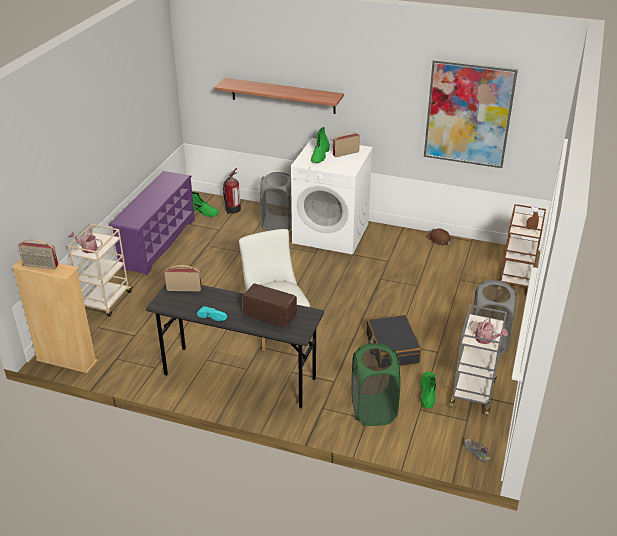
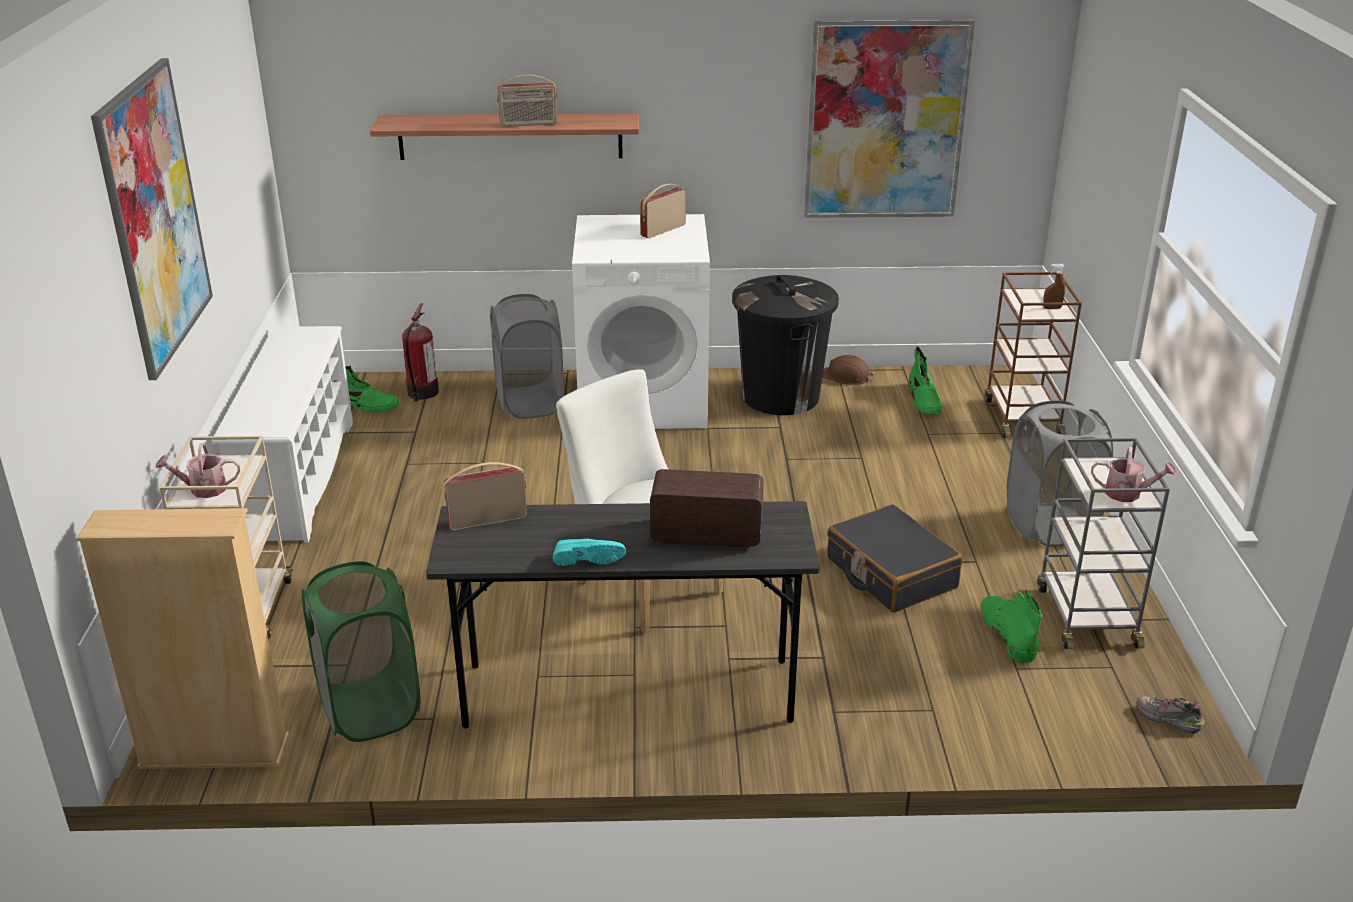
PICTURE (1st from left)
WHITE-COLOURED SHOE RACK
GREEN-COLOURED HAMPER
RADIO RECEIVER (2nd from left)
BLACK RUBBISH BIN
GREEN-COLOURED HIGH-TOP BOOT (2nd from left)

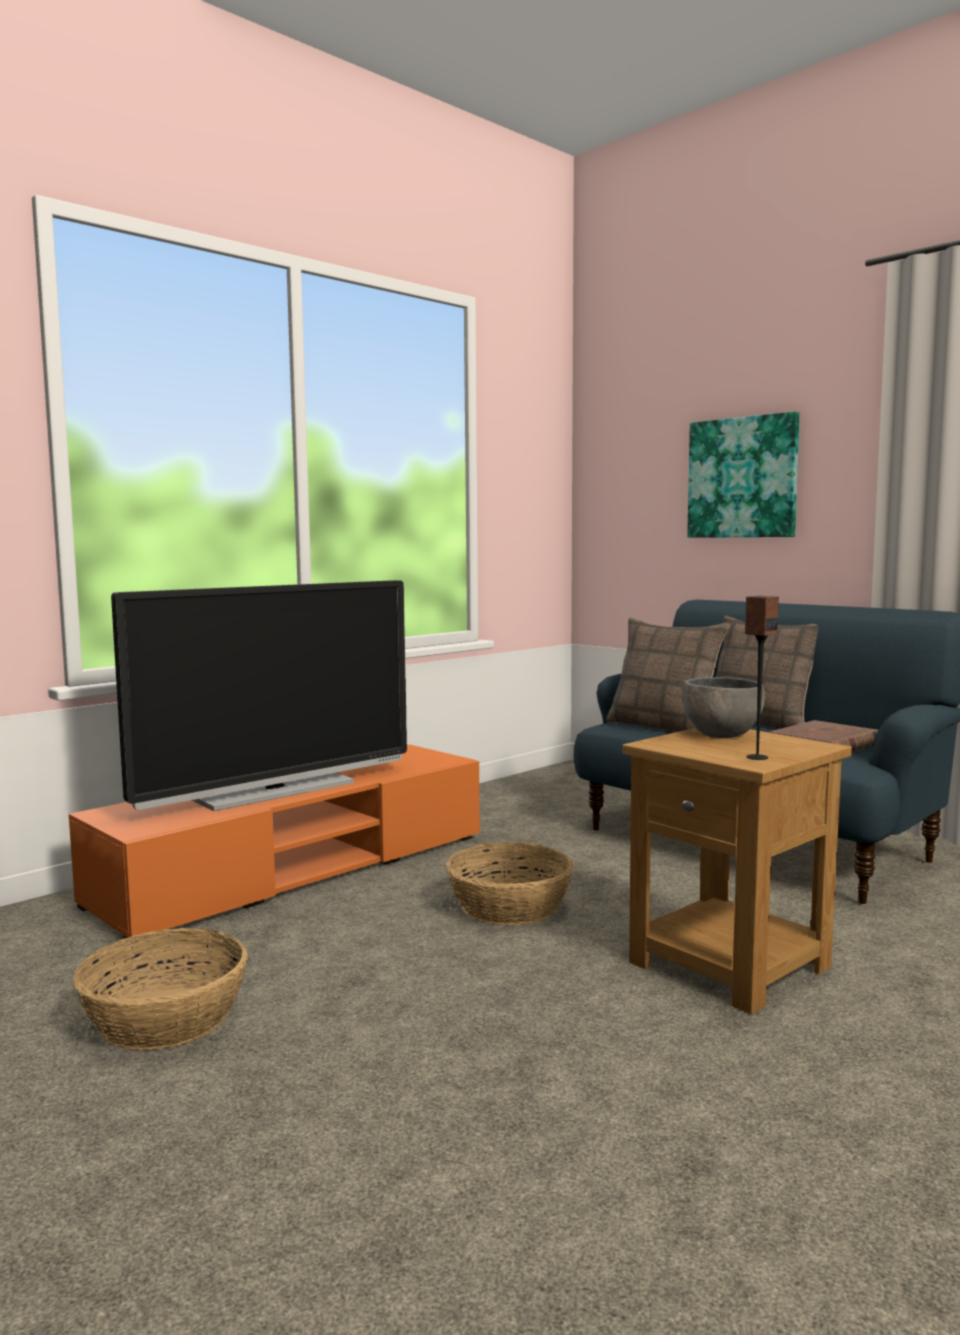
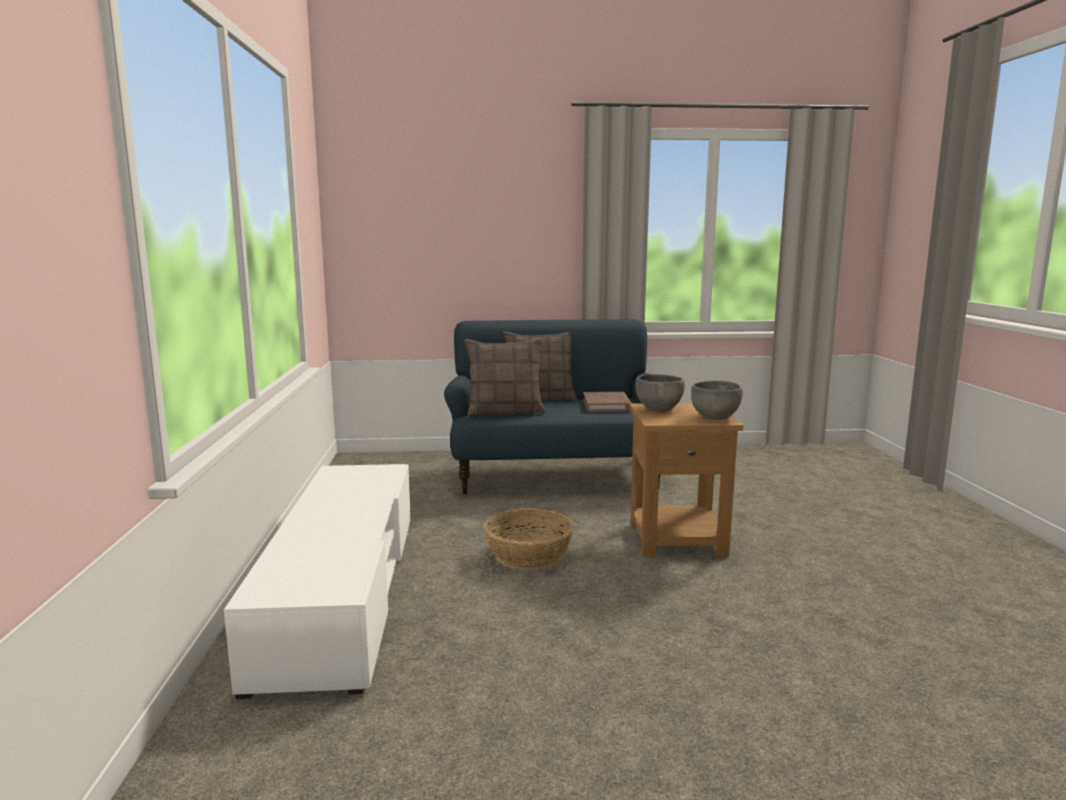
WHITE-COLOURED TV UNIT
GREYISH SERVING BOWL (2nd from left)
BASKET (1st from left in the first image)
TV
PICTURE

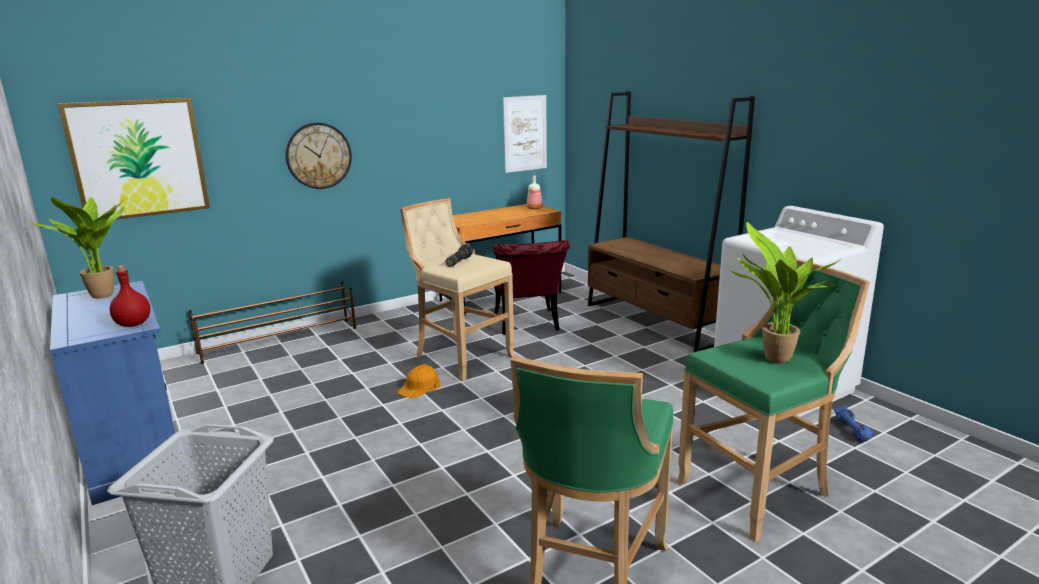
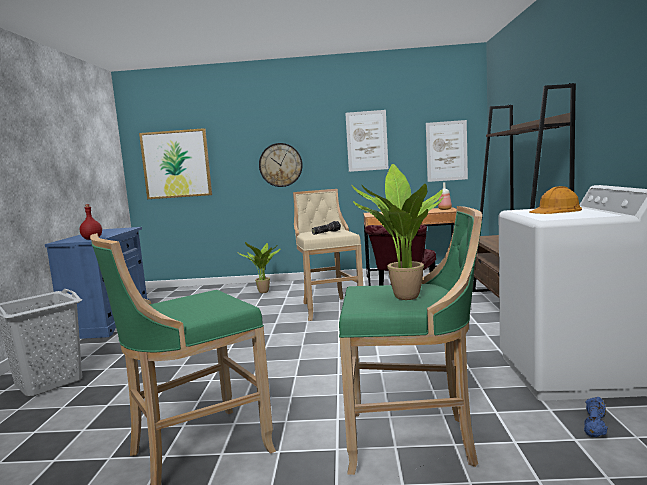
HOUSEPLANT (1st from left)
PICTURE (2nd from left)
ORANGE SAFETY HELMET
BROWNISH SHOE RACK

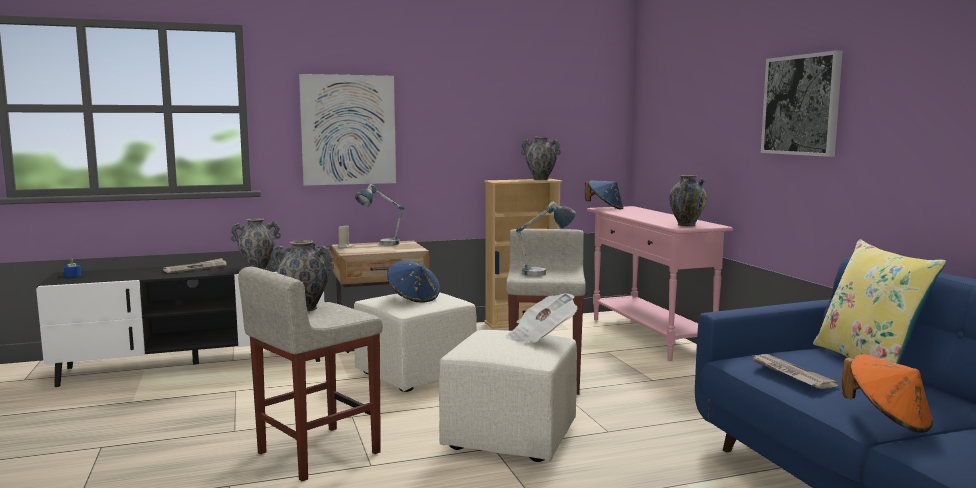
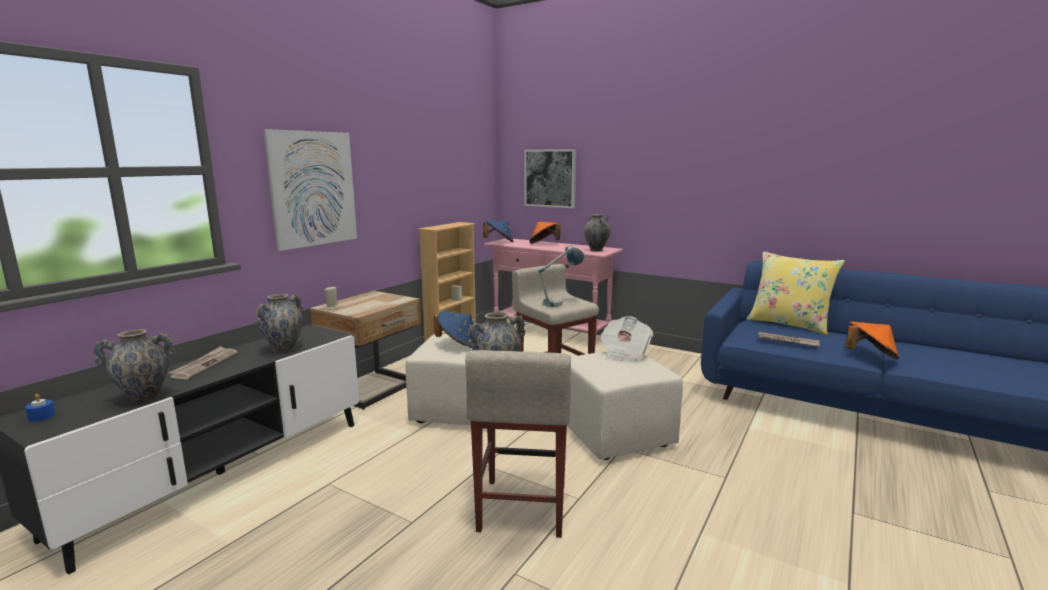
FLOWER VASE (1st from left)
PICTURE (2nd from left)
ORANGE CLOTHING HAT (1st from left)
TABLE LAMP (1st from left in the first image)

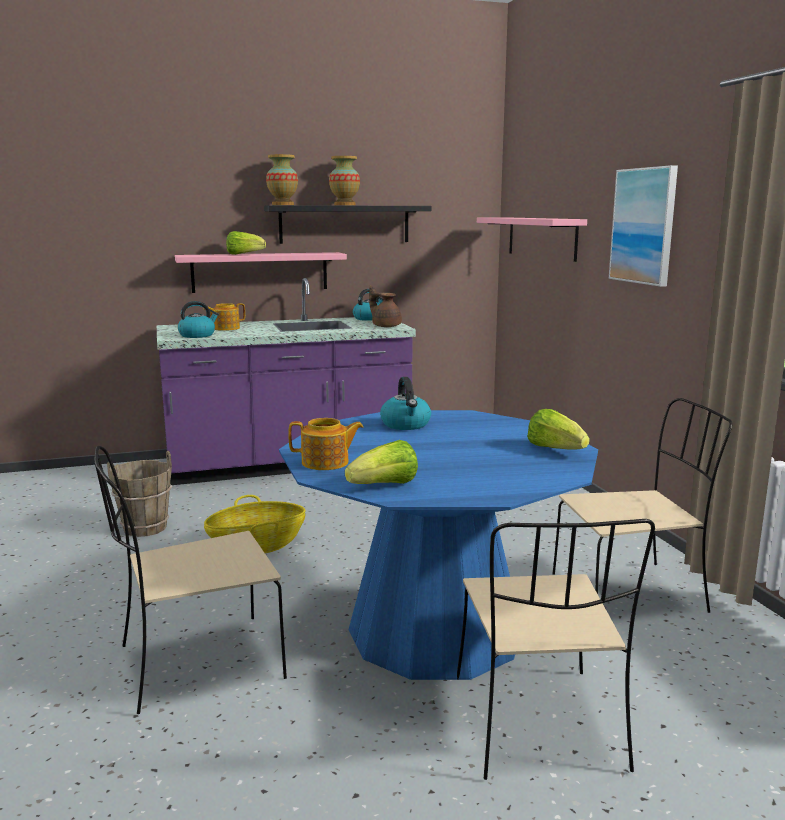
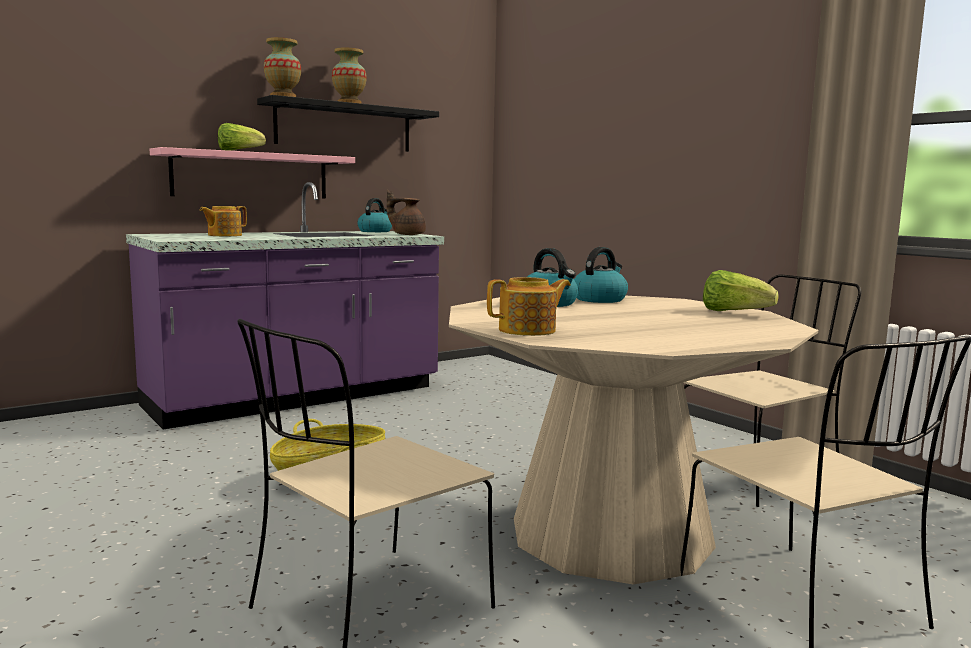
BEIGE-COLOURED DINNER TABLE
WATER KETTLE (3rd from left)
BROWNISH BUCKET
LETTUCE HEAD (2nd from left in the first image)
PINK-COLOURED WALL SHELF (2nd from left in the first image)
PICTURE

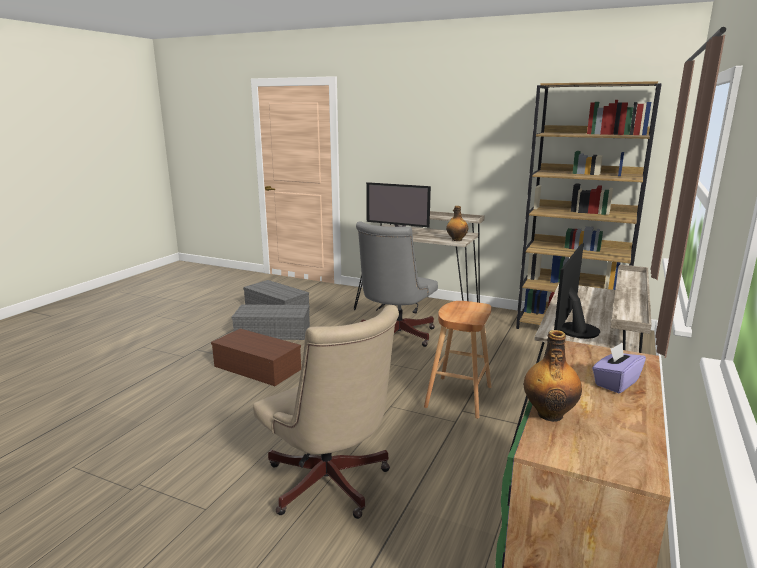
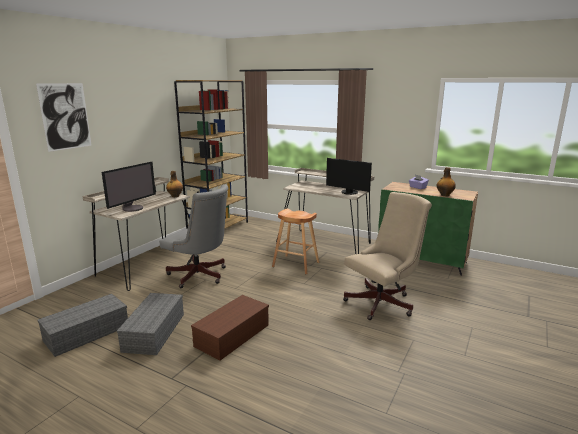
PICTURE

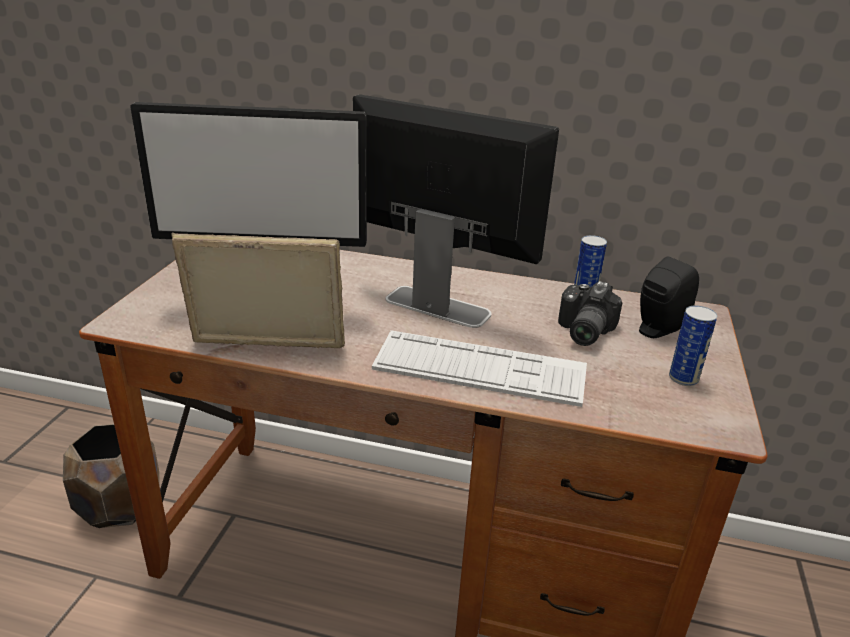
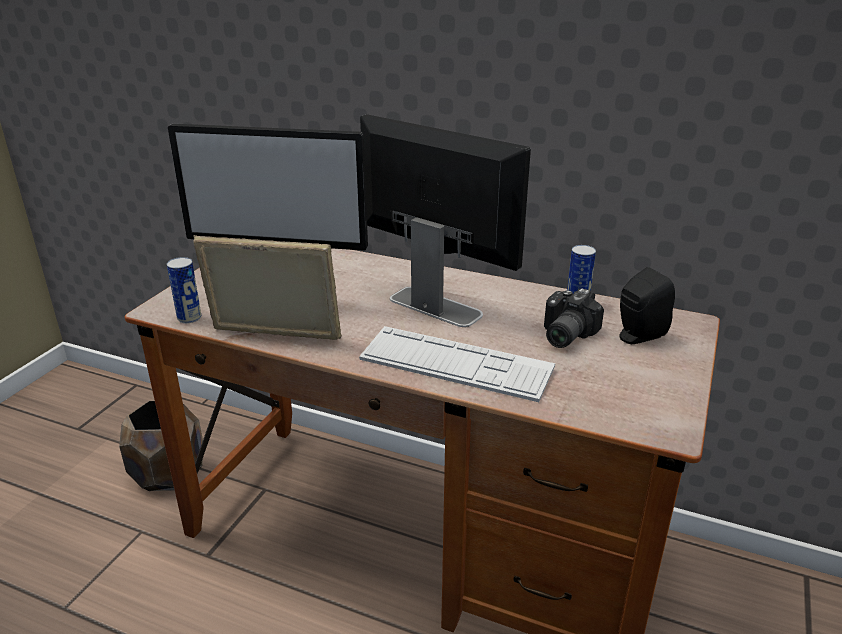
SEALED CAN (1st from left)

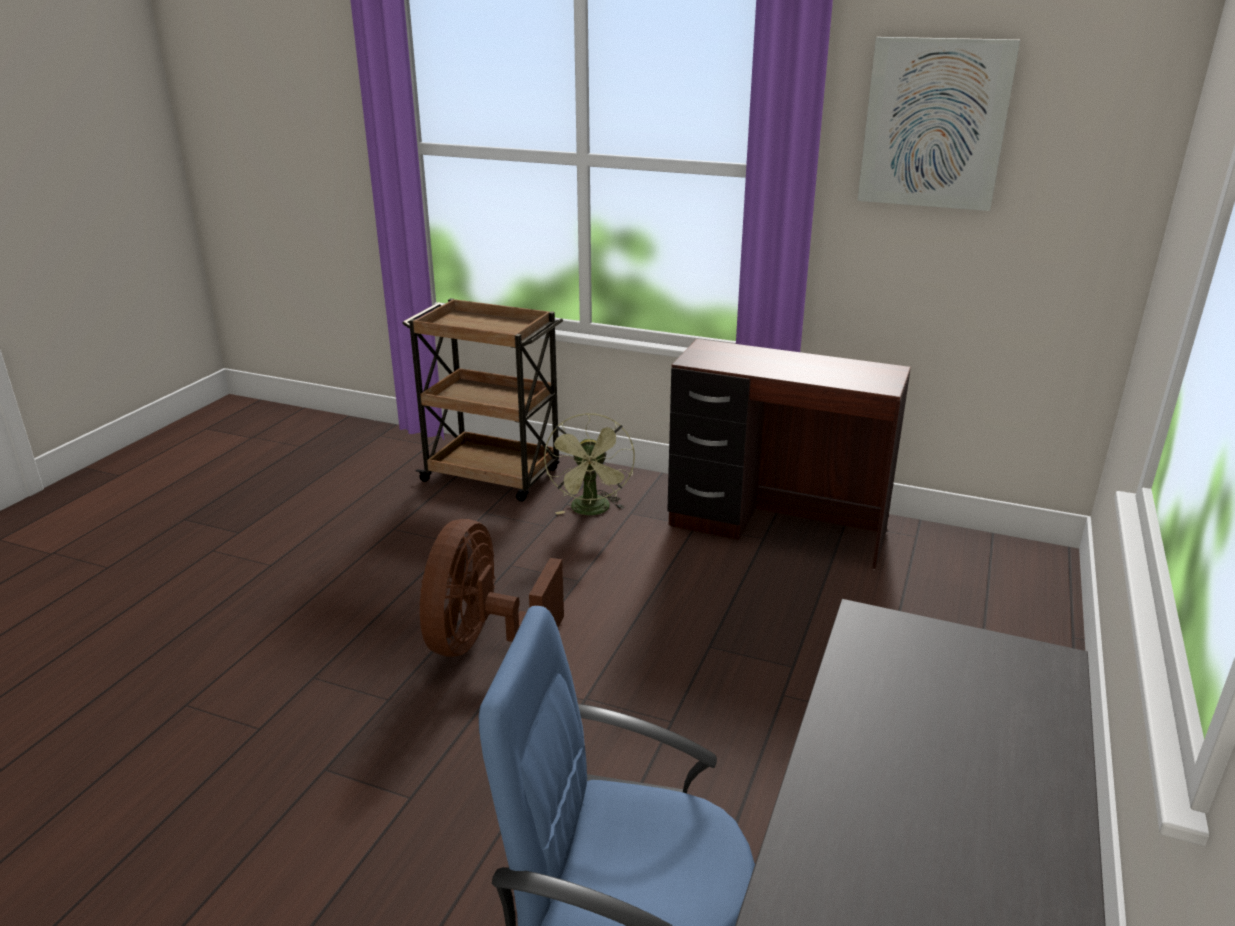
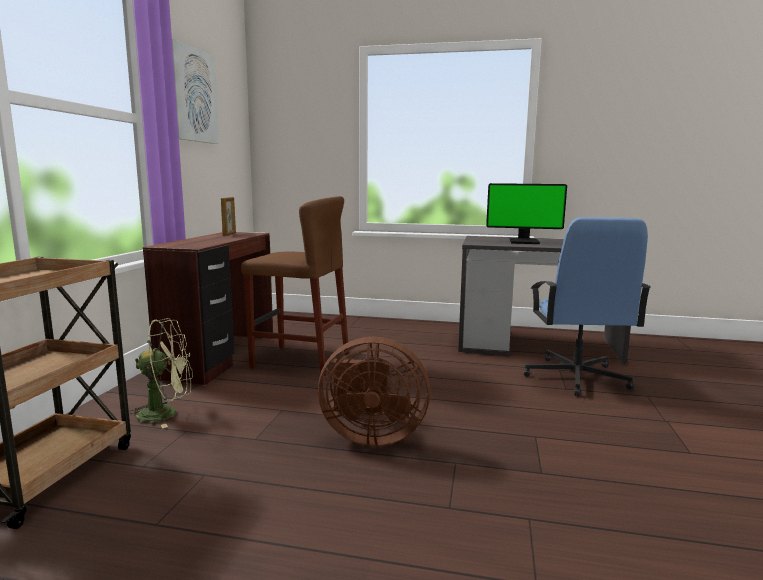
PICTURE FRAME
BROWNISH STOOL SEAT
COMPUTER SCREEN

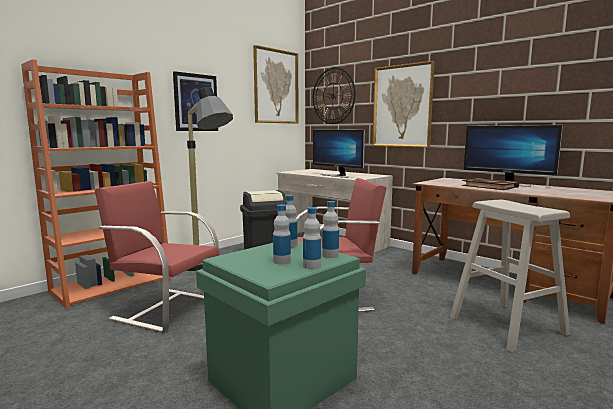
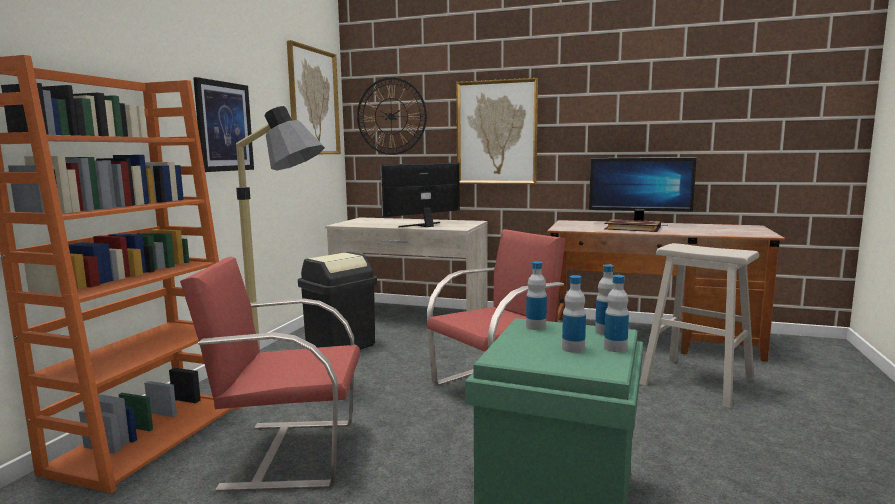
COMPUTER SCREEN (1st from left)

